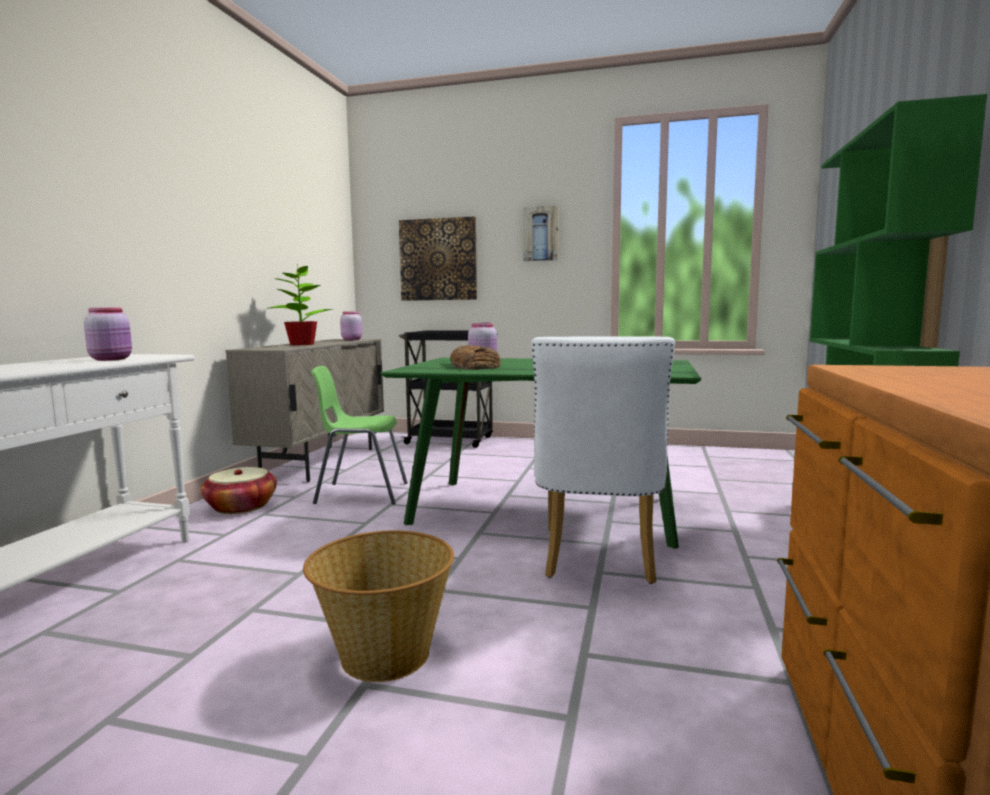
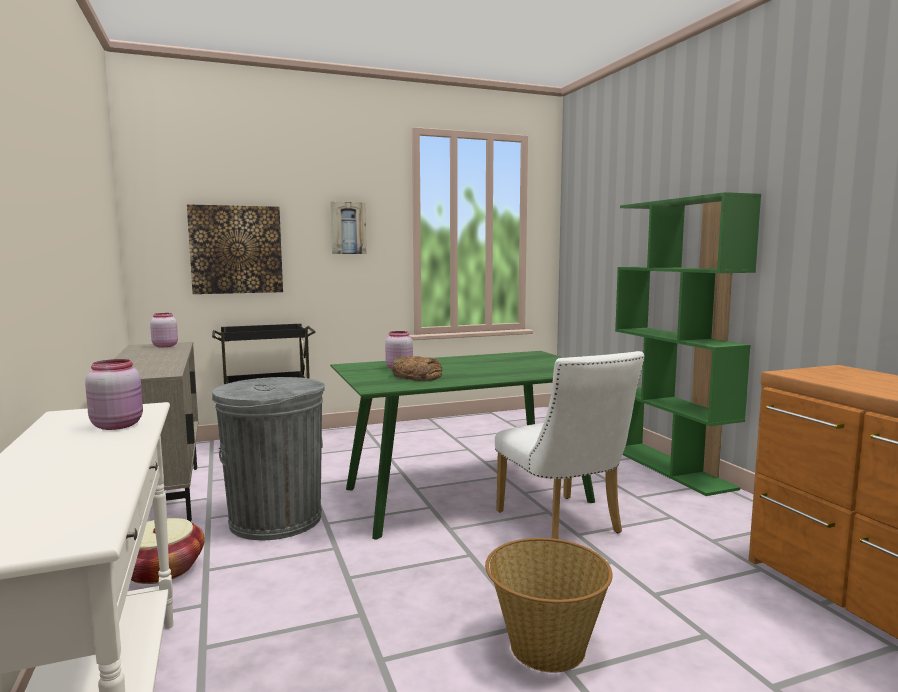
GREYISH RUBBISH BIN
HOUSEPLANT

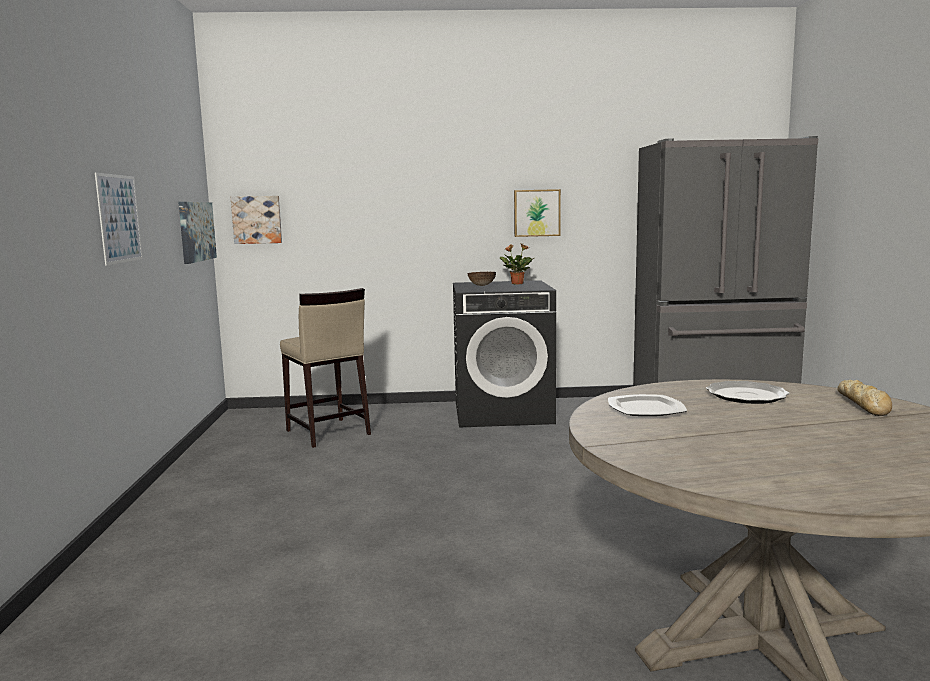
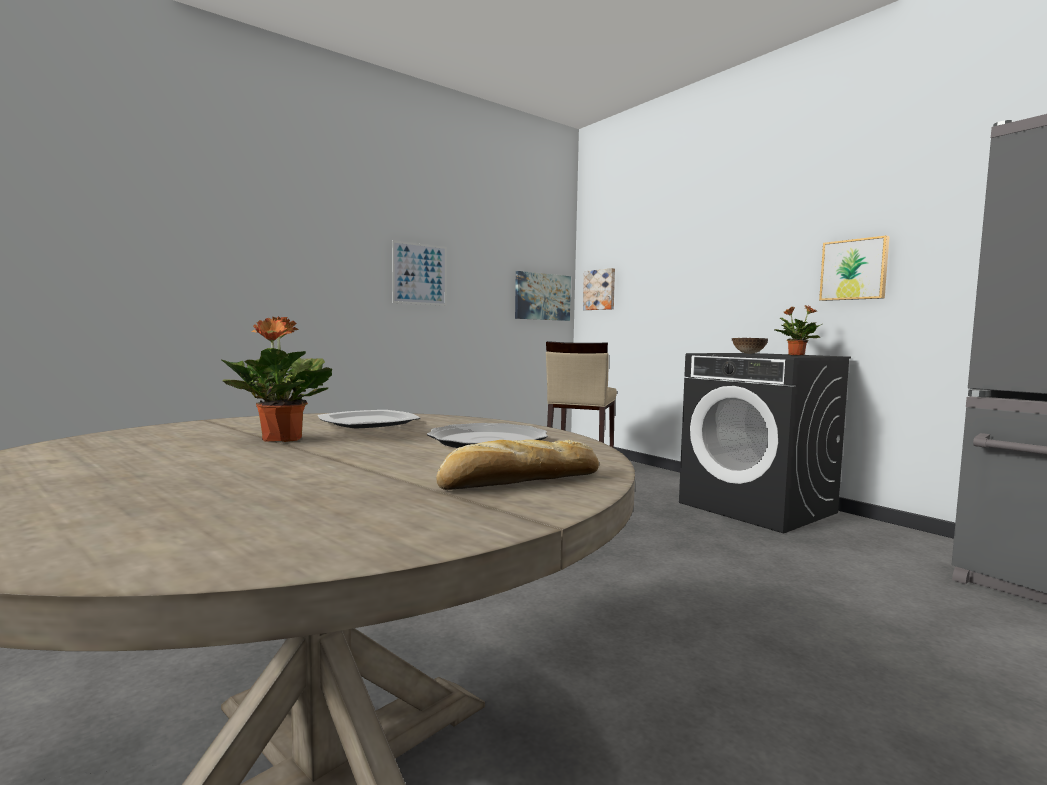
HOUSEPLANT (1st from left)

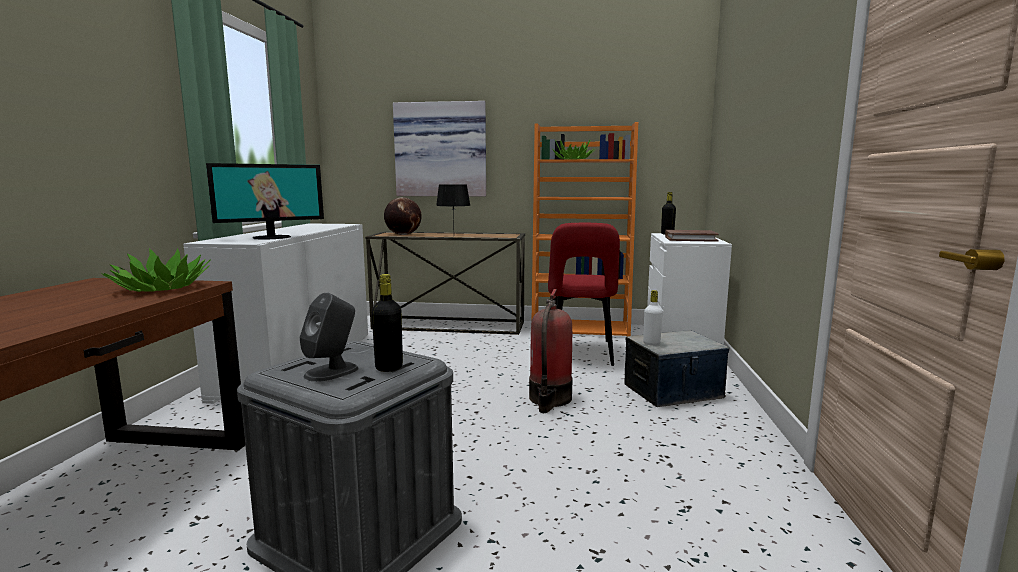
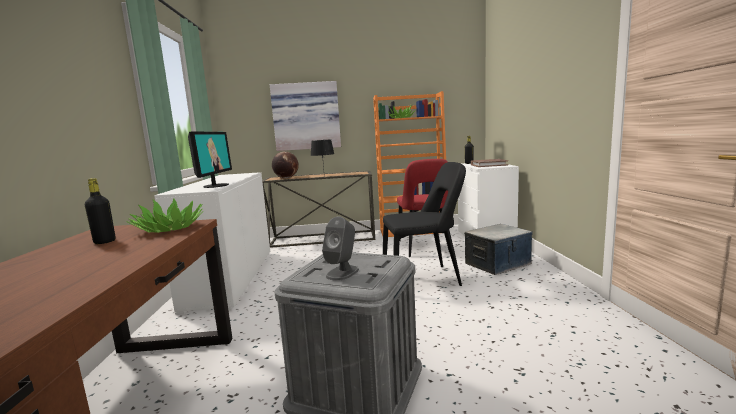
BLACK BEVERAGE BOTTLE (1st from left)
COMPUTER SCREEN
BLACK PLAIN CHAIR
WHITE-COLOURED BEVERAGE BOTTLE

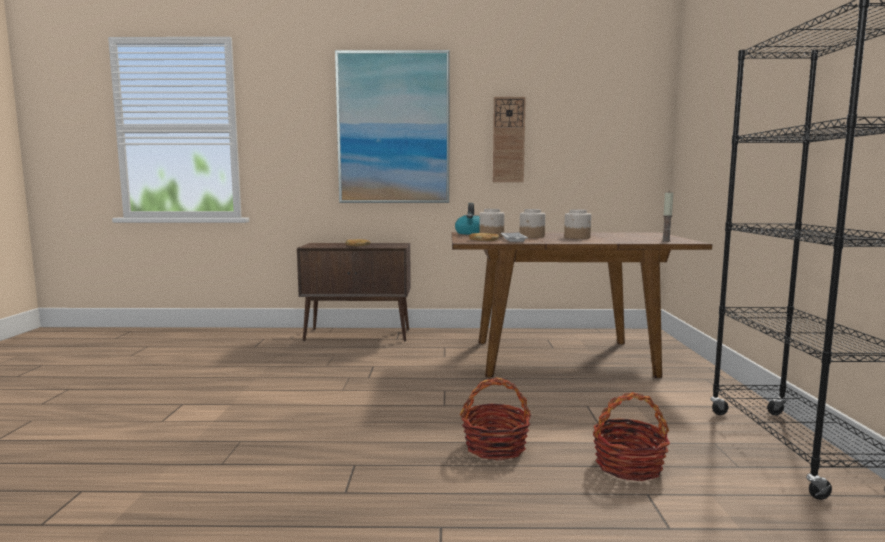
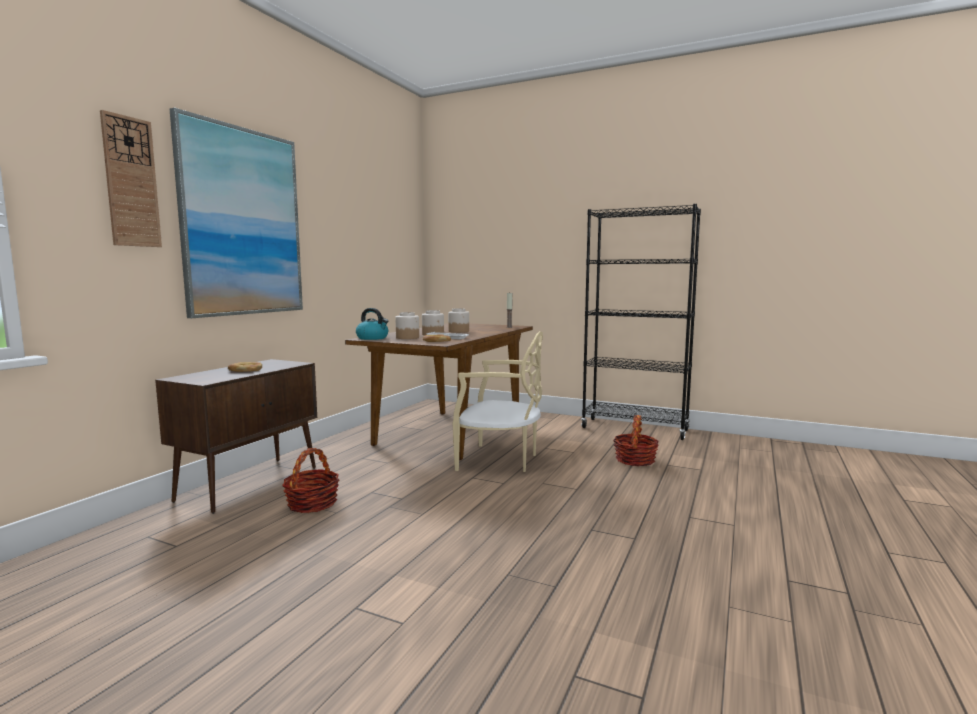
WALL CLOCK
BASKET (1st from left)
BEIGE-COLOURED PLAIN CHAIR

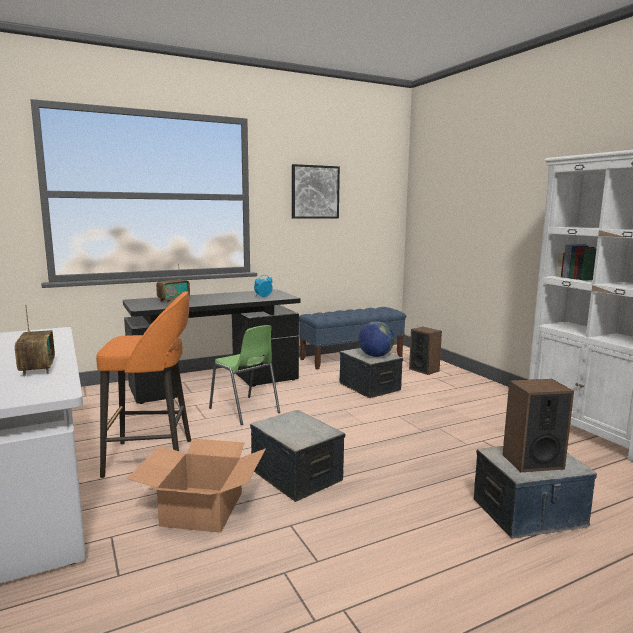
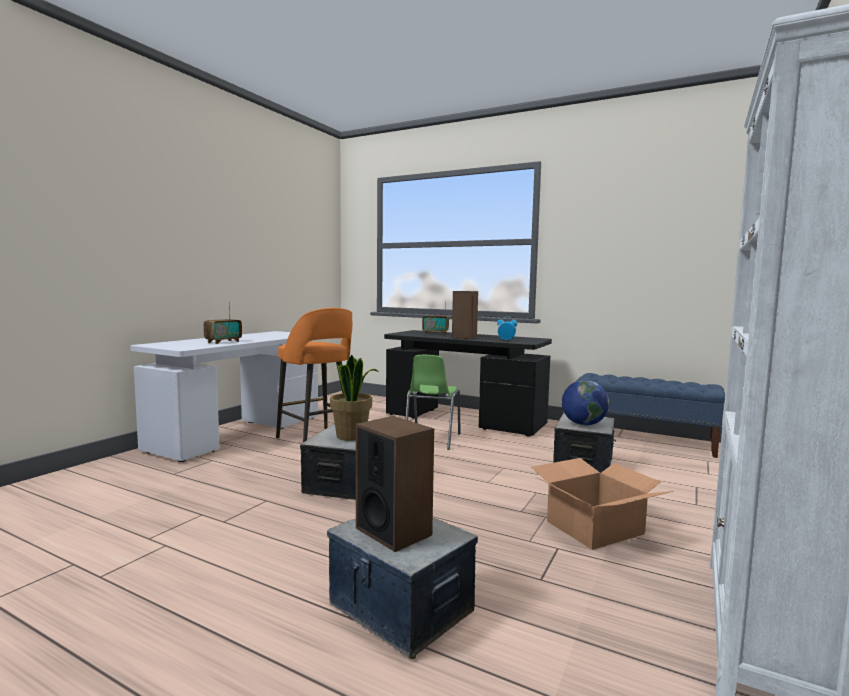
HOUSEPLANT
SPEAKER (2nd from left)
CARTON
PICTURE

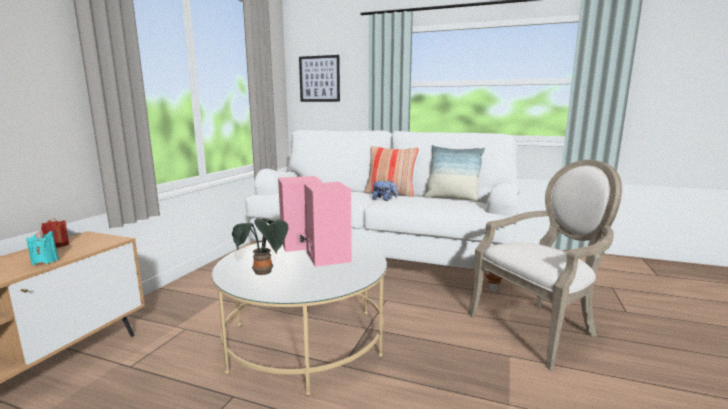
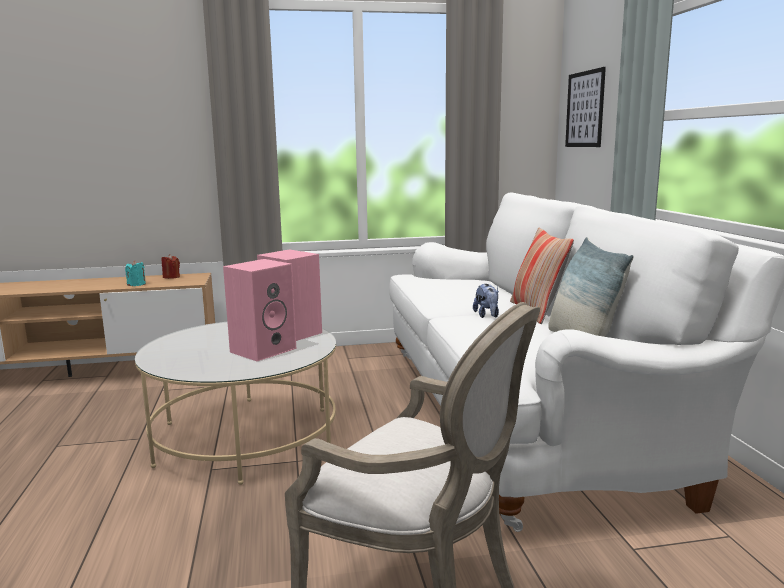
HOUSEPLANT

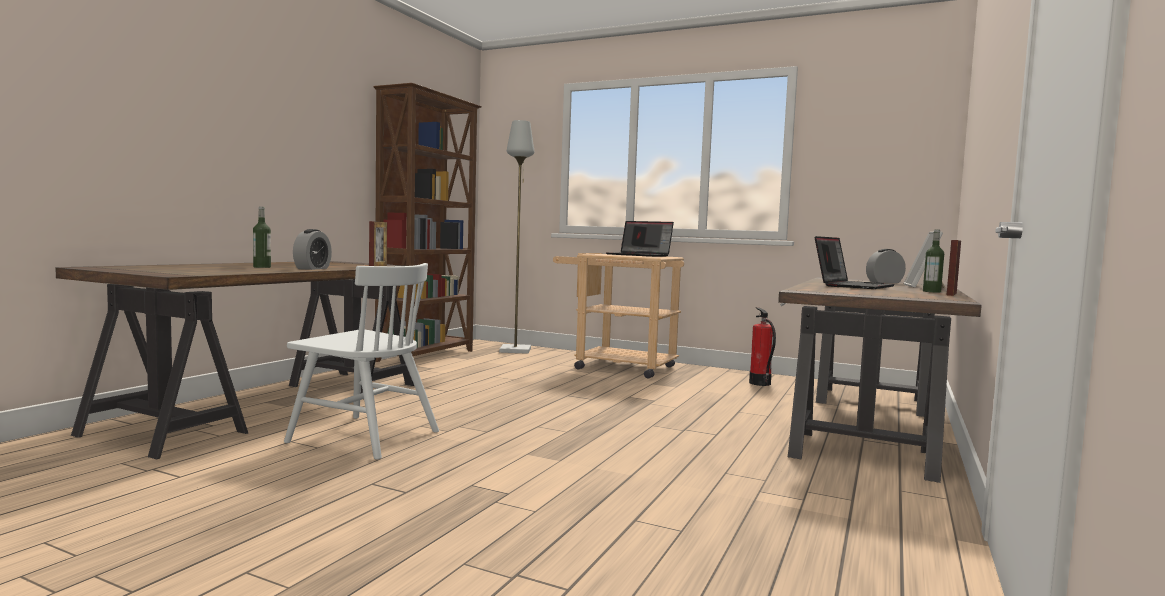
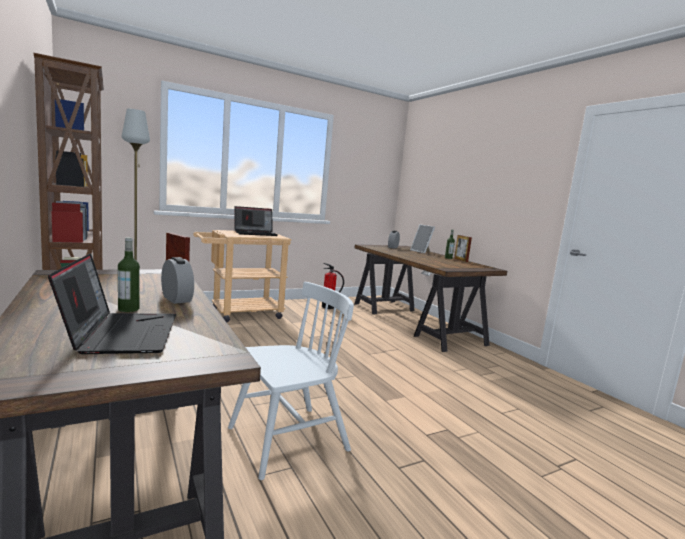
PORTABLE COMPUTER (1st from left)

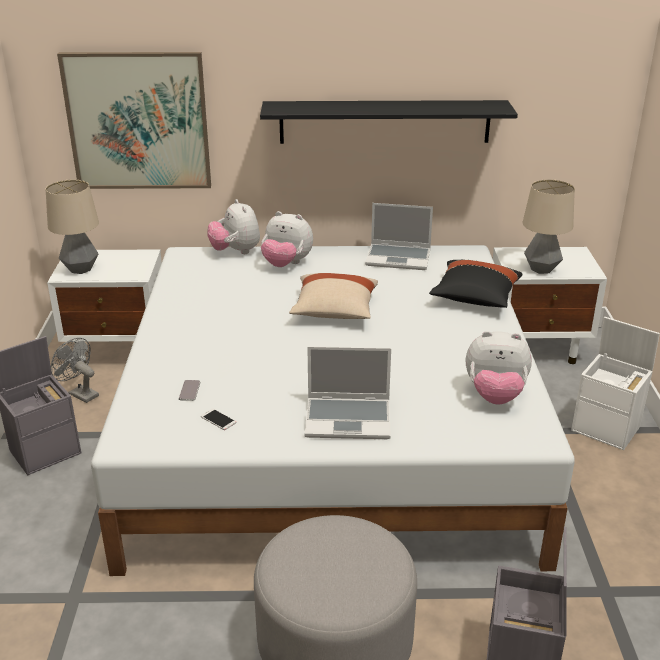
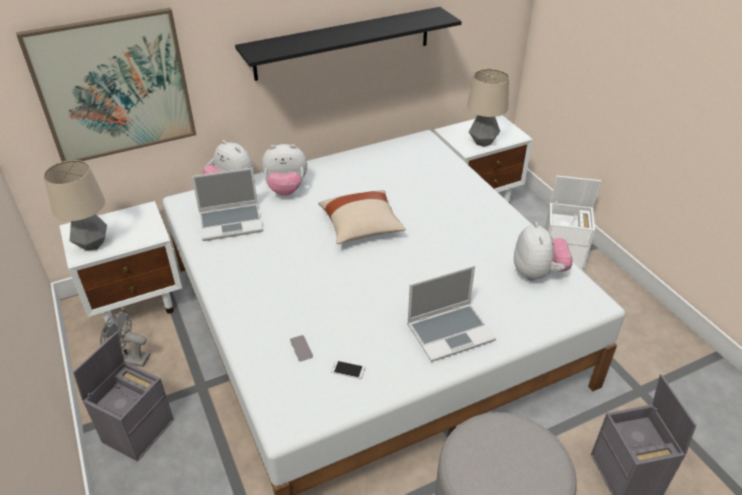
PORTABLE COMPUTER (1st from left)
SOFT TOY (3rd from left)
BLACK CUSHION

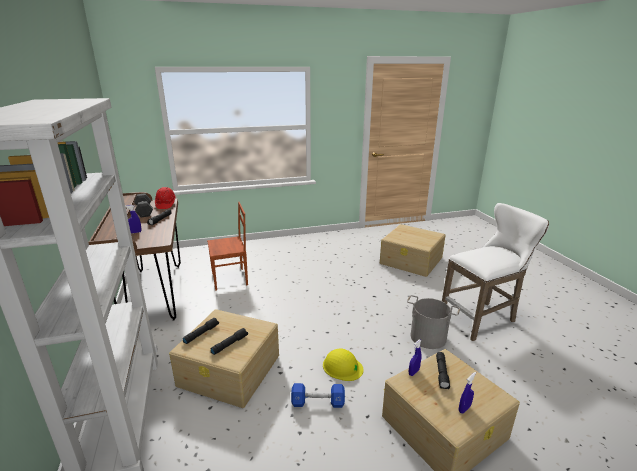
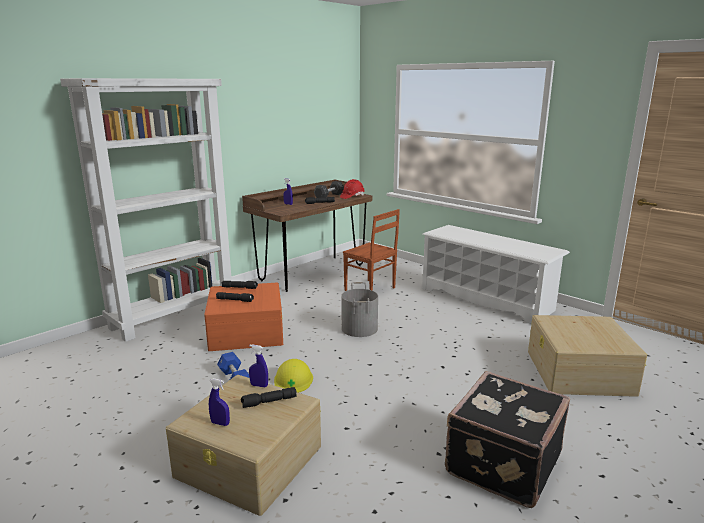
ORANGE STORAGE CONTAINER
GREYISH BUCKET
WHITE-COLOURED SHOE RACK
BLACK PIECE OF LUGGAGE

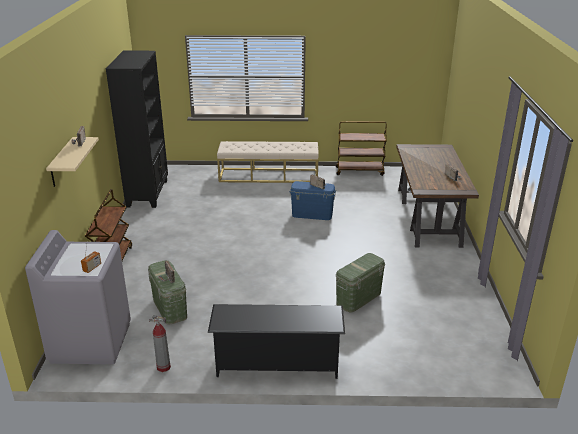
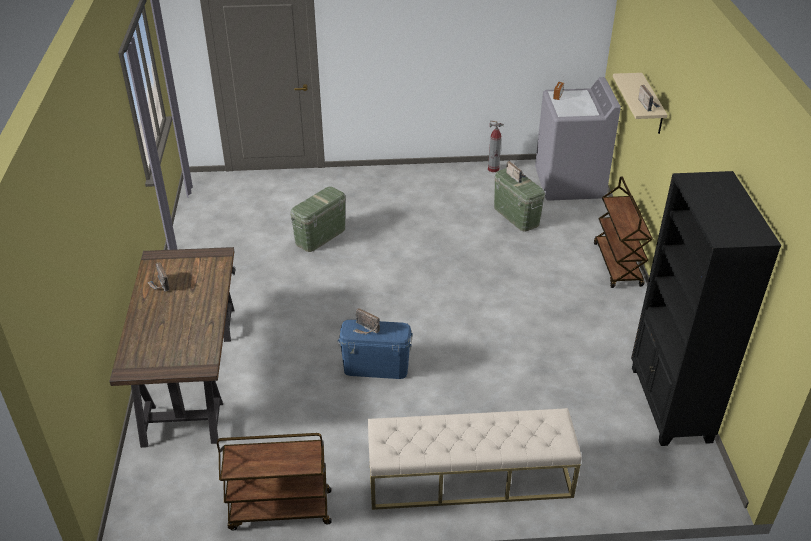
BLACK SHOE RACK

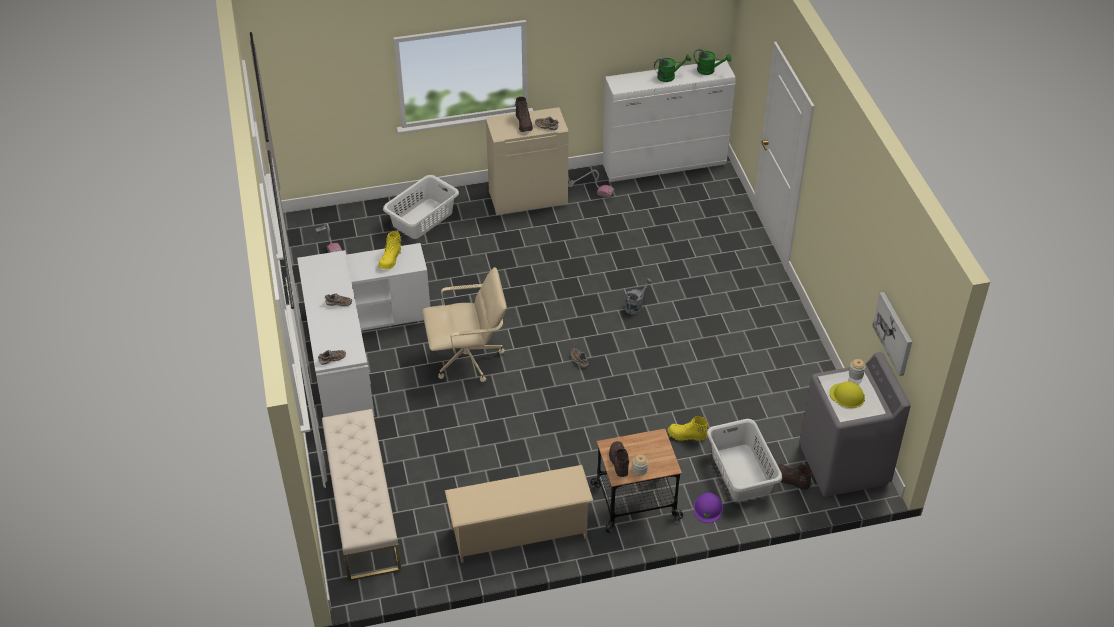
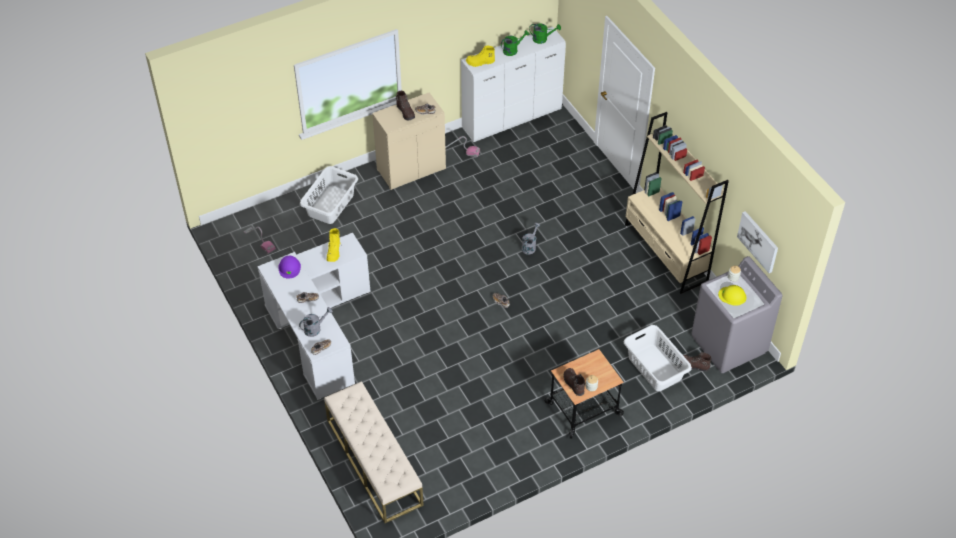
PURPLE-COLOURED SAFETY HELMET
GREYISH WATERING CAN (1st from left)
YELLOW HIGH-TOP BOOT (2nd from left)
BEIGE-COLOURED BOOKCASE
BEIGE-COLOURED OFFICE CHAIR
BEIGE-COLOURED SHOE RACK

